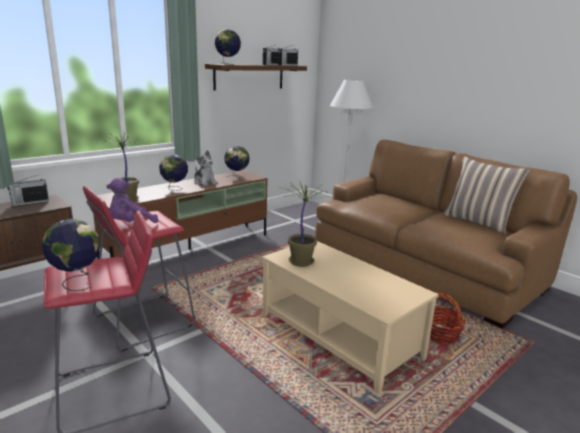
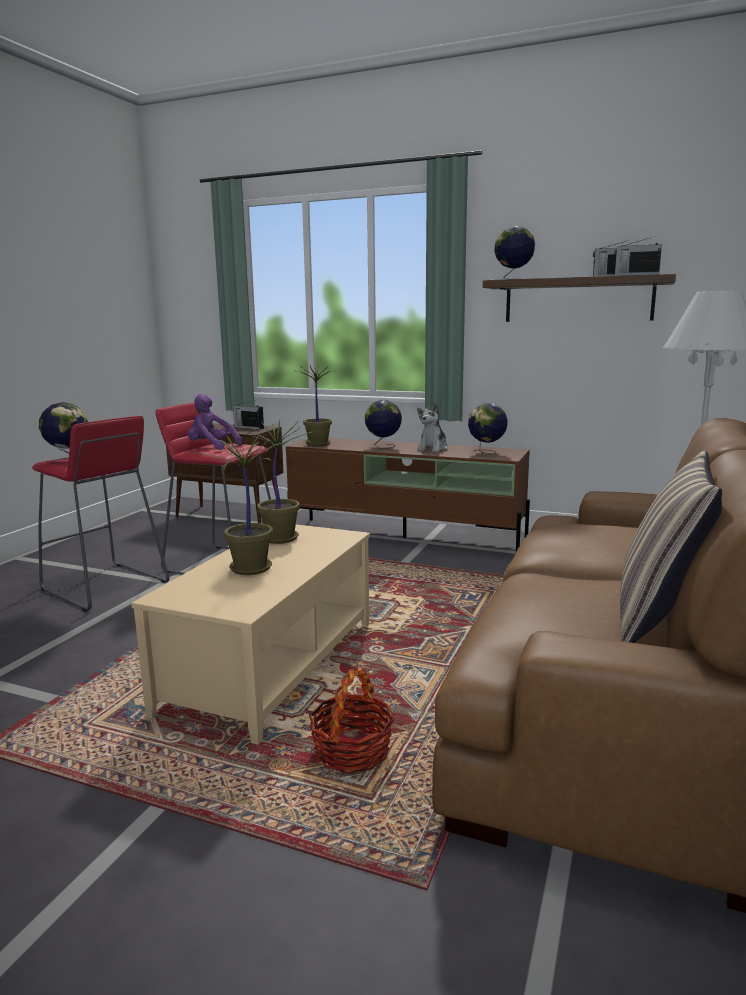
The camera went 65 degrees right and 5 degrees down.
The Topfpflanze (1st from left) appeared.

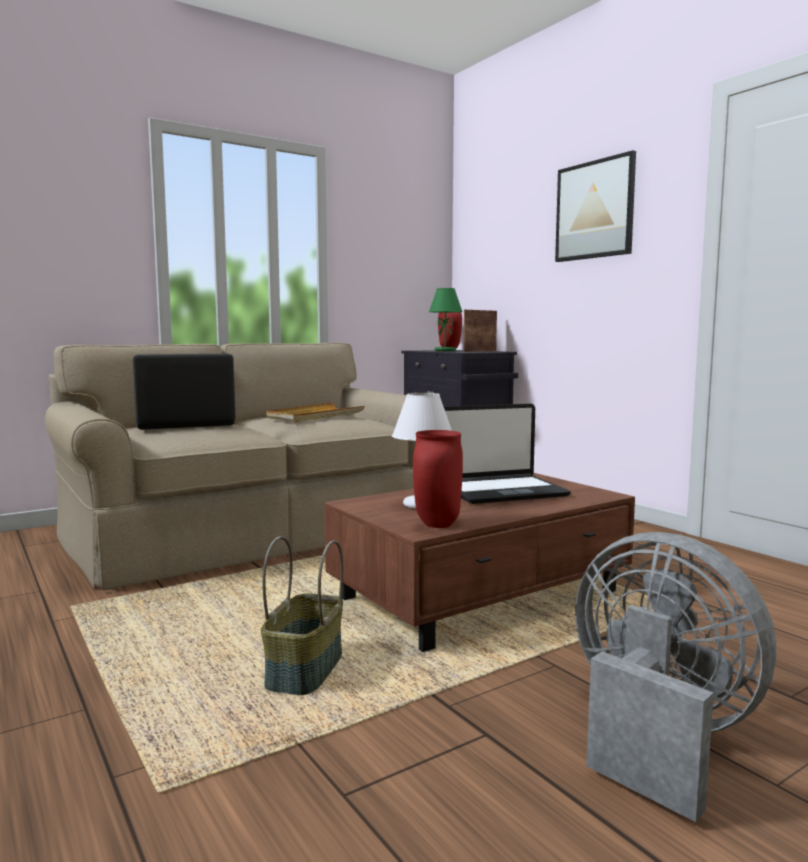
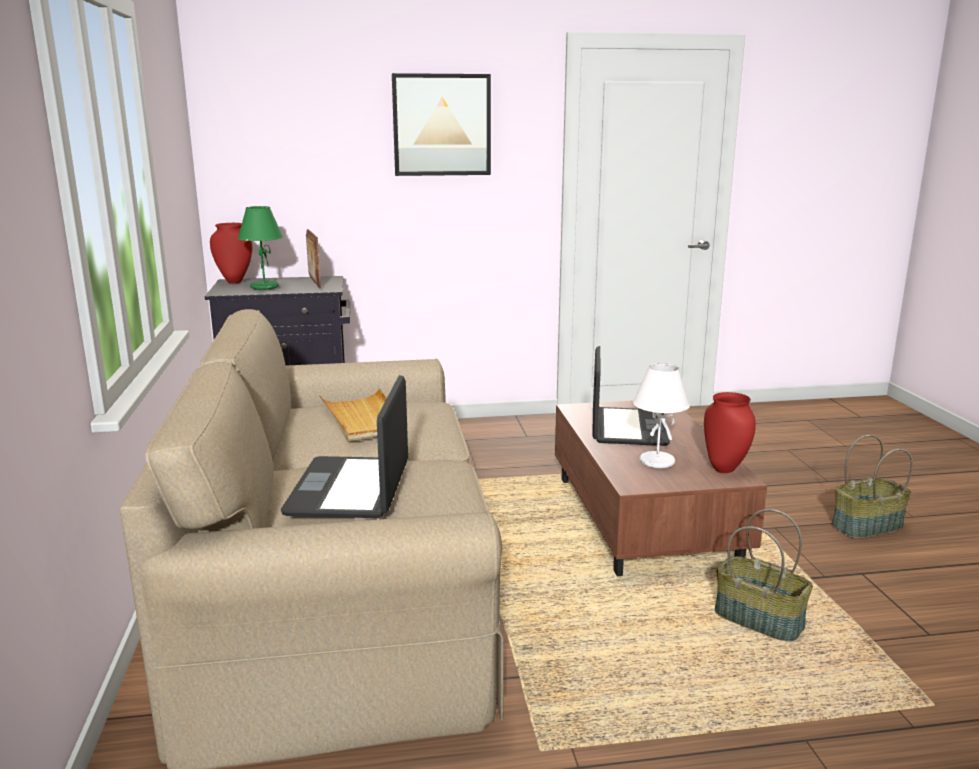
The camera went 65 degrees left and 10 degrees up.
The Ventilator [grau] was replaced by the Korb (2nd from left).

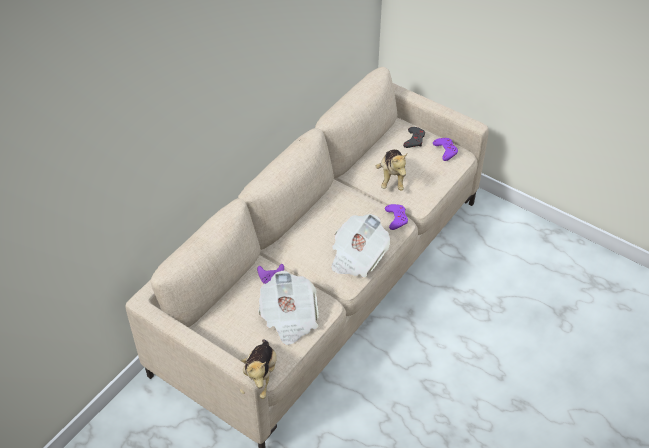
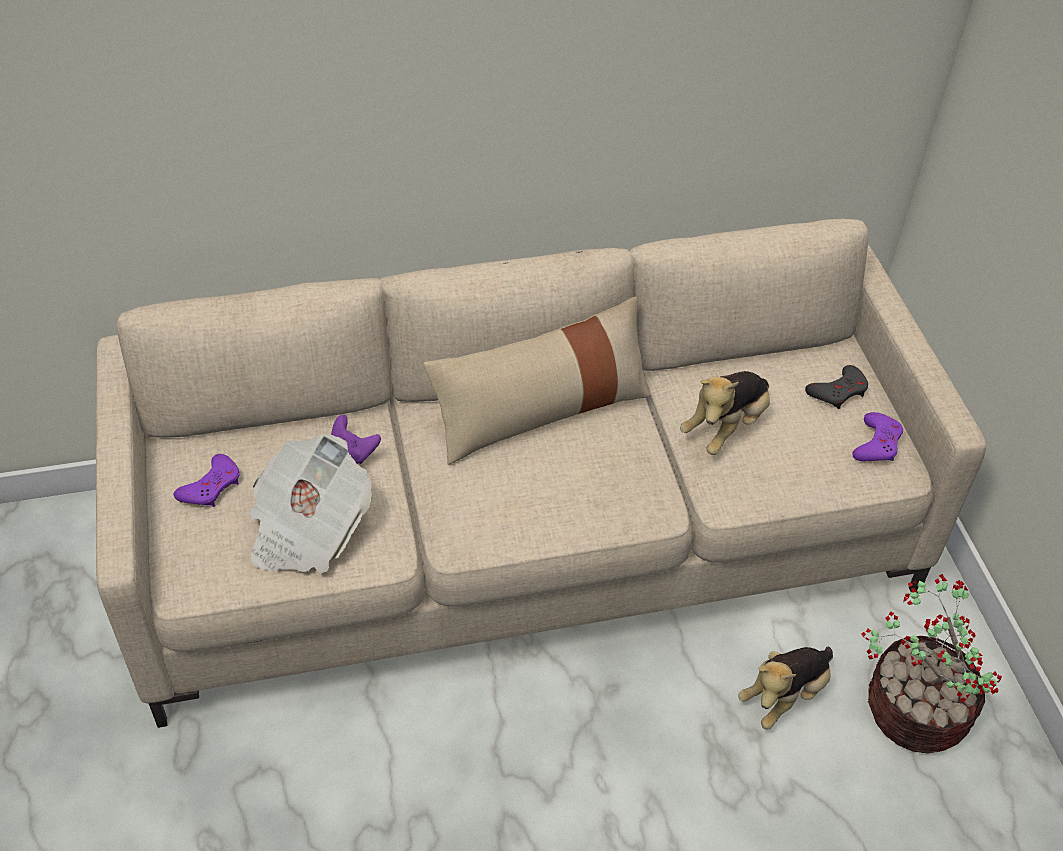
The camera went 40 degrees right and 0 degrees up.
The Gamepad [lila] (2nd from left in the first image) moved.
The Zeitung (2nd from left) disappeared.
The Plüschtier (1st from left in the first image) moved.
The Kissen [beige] appeared.
The Topfpflanze appeared.

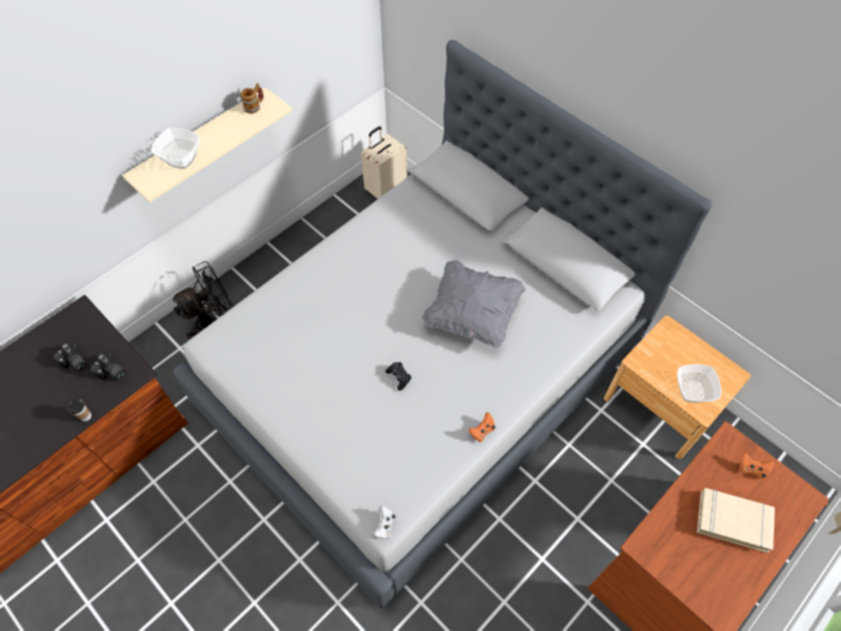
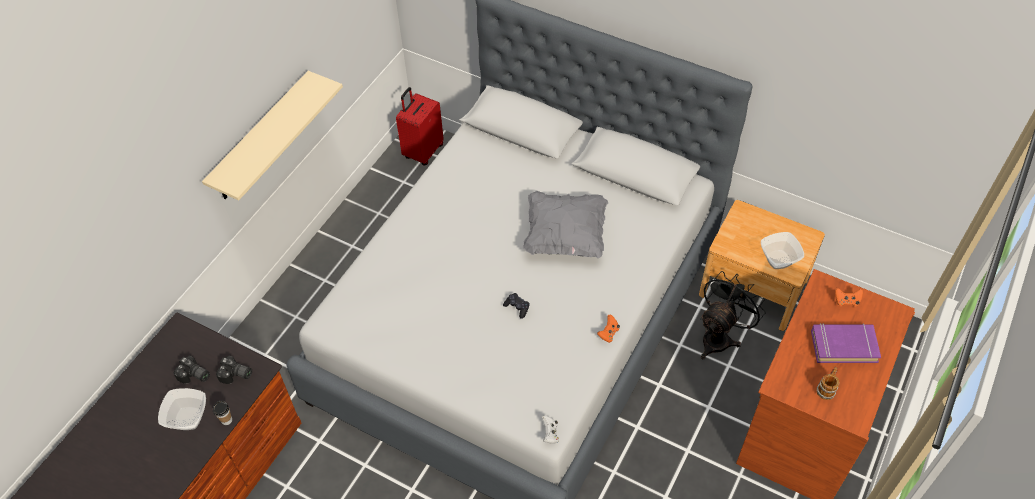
The camera went 15 degrees left and 5 degrees down.
The Henkelbecher moved.
The Koffer [beige] became the Koffer [rot].
The Schüssel (1st from left) moved.
The Ventilator [schwarz] moved.
The Buch [beige] became the Buch [lila].

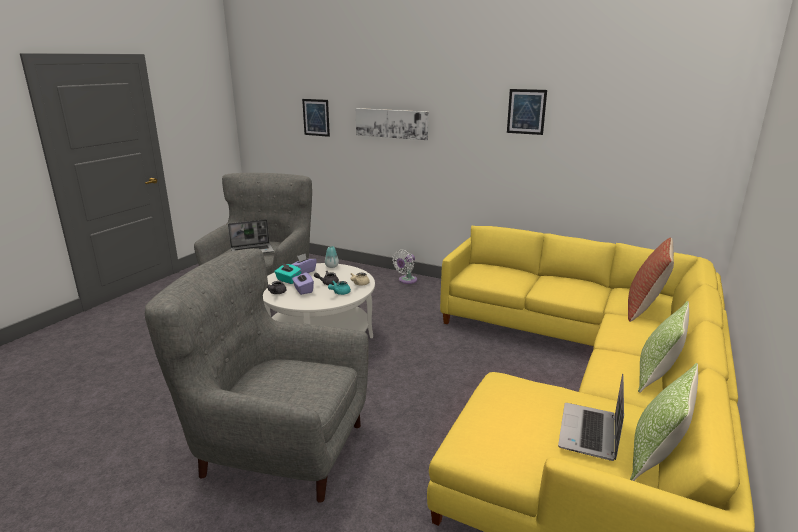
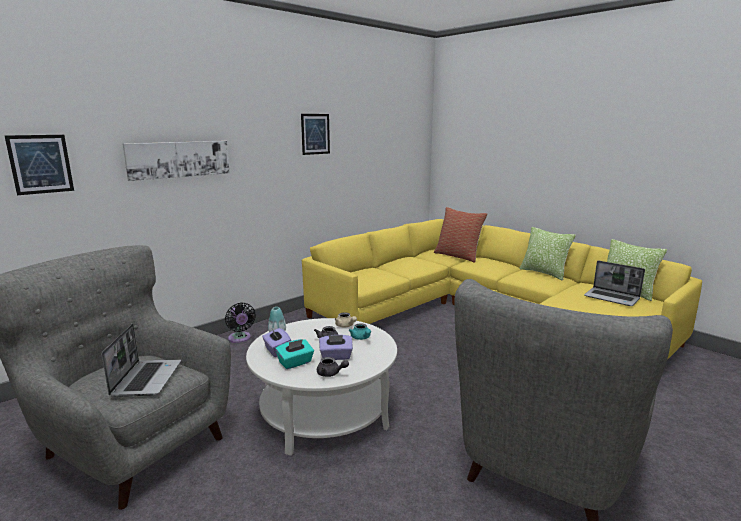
The camera went 70 degrees left and 5 degrees down.
The Ventilator [weiß] became the Ventilator [schwarz].

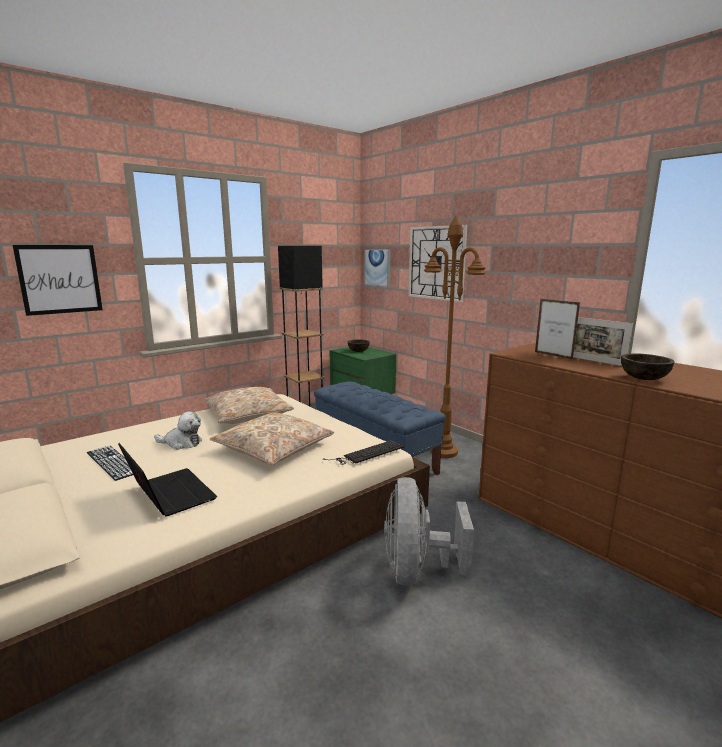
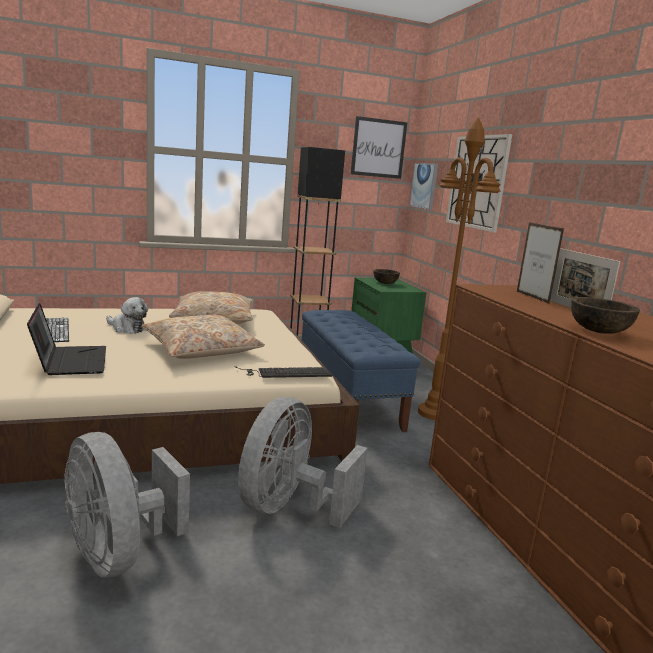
The camera went 20 degrees right and 0 degrees up.
The Bild (1st from left) moved.
The Ventilator [grau] (1st from left) appeared.

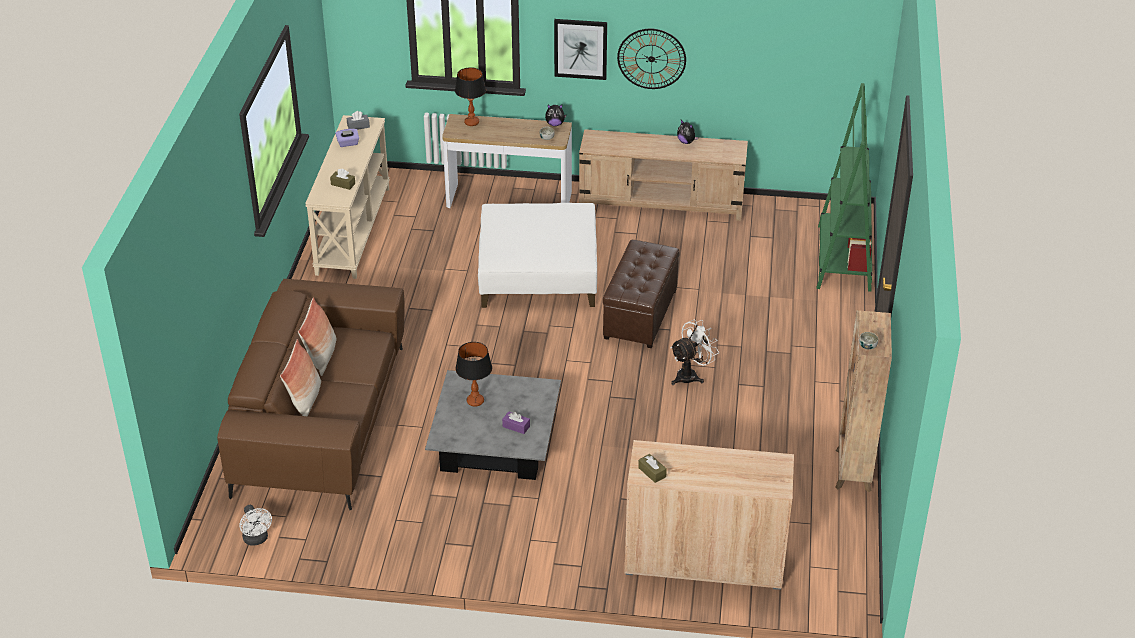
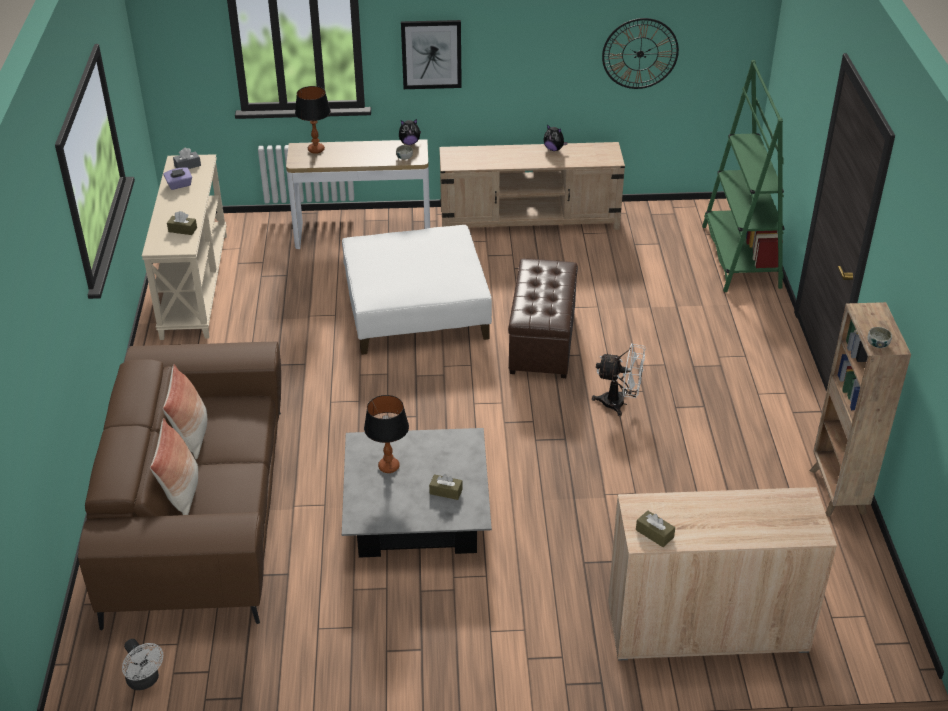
The camera went 10 degrees left and 0 degrees up.
The Wanduhr moved.
The Ventilator [weiß] (2nd from left) turned 60 degrees clockwise.
The Taschentuchbox [lila] (2nd from left) became the Taschentuchbox [braun] (2nd from left).

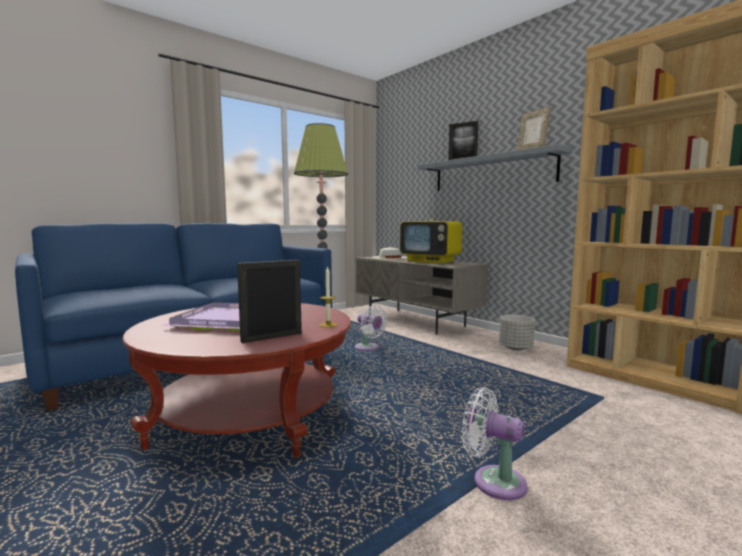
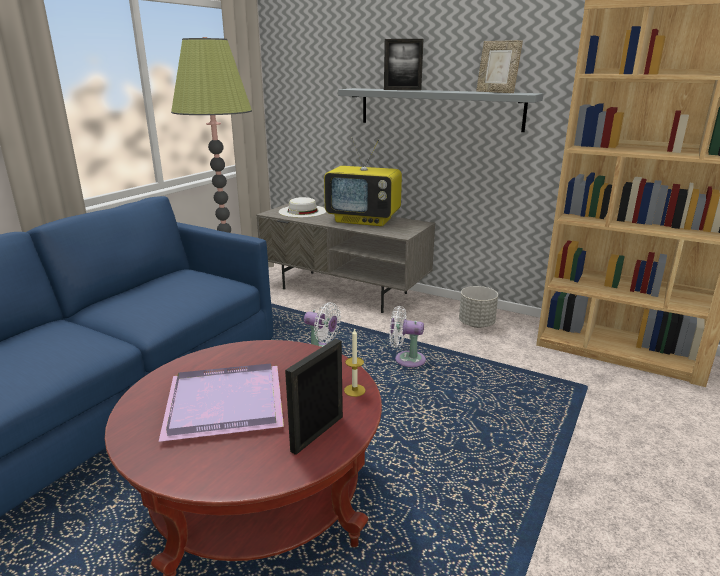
The camera went 20 degrees left and 15 degrees up.
The Ventilator [weiß] (2nd from left) moved.

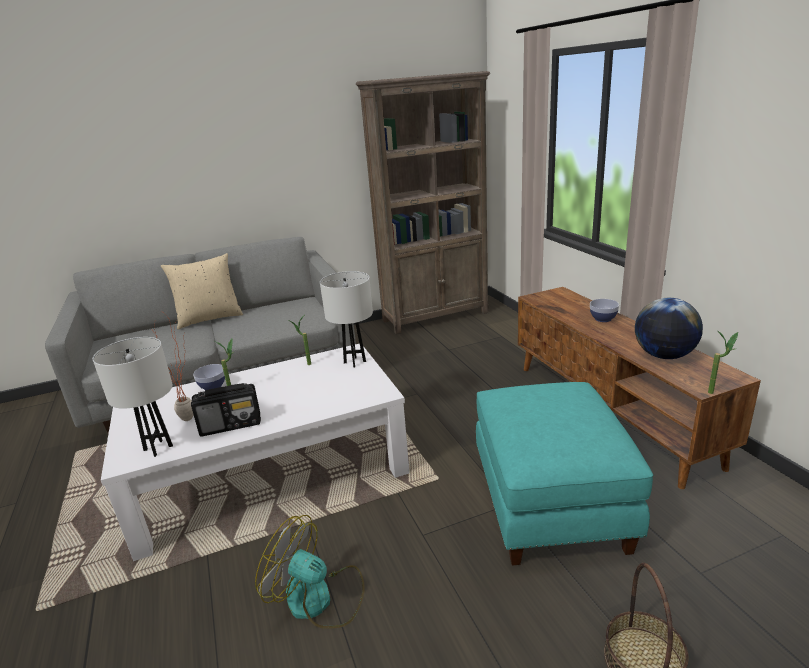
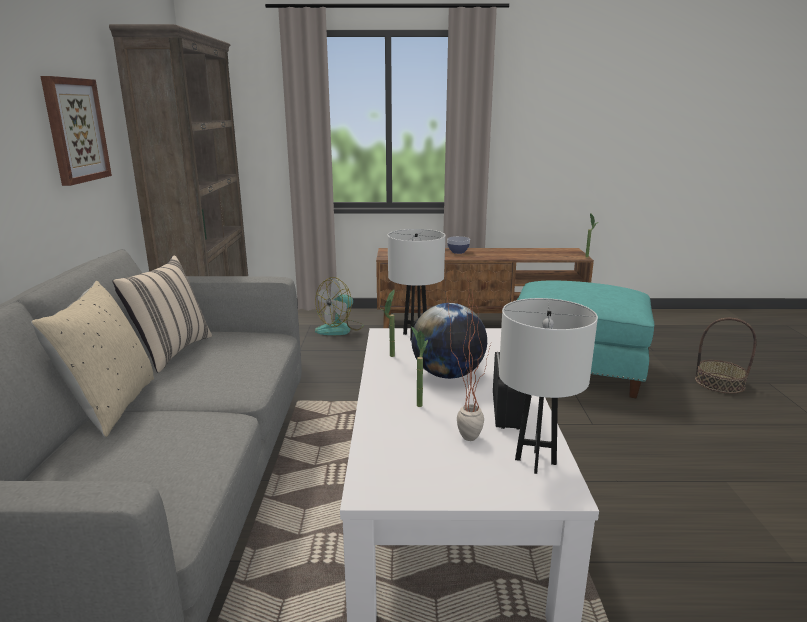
The camera went 70 degrees left and 5 degrees down.
The Globus moved.
The Schüssel (1st from left) disappeared.
The Ventilator moved.
The Bild appeared.
The Kissen [beige] (2nd from left) appeared.

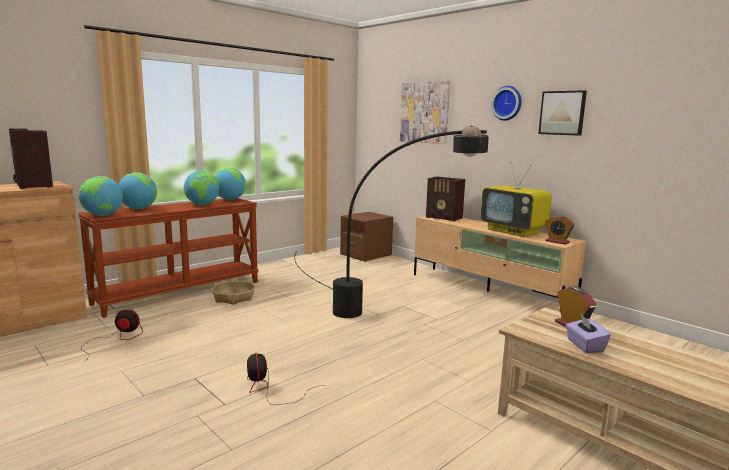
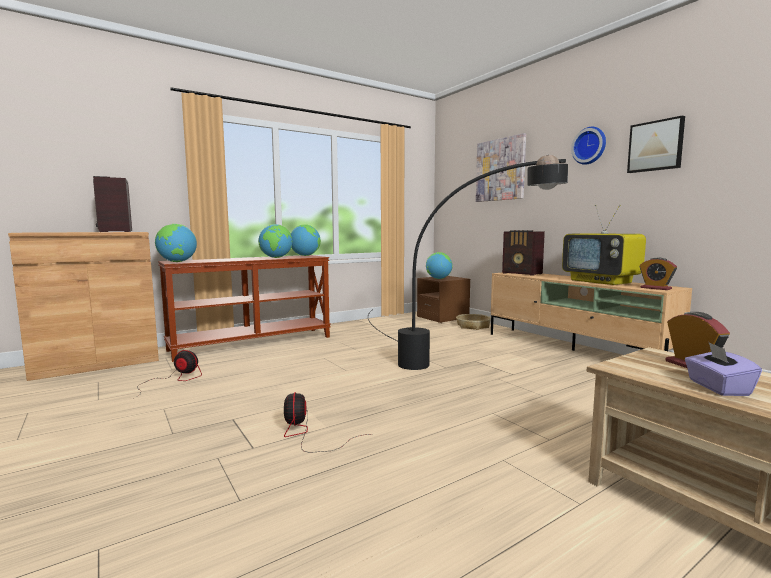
The camera went 10 degrees right and 5 degrees down.
The Globus (2nd from left in the first image) moved.
The Korb moved.

